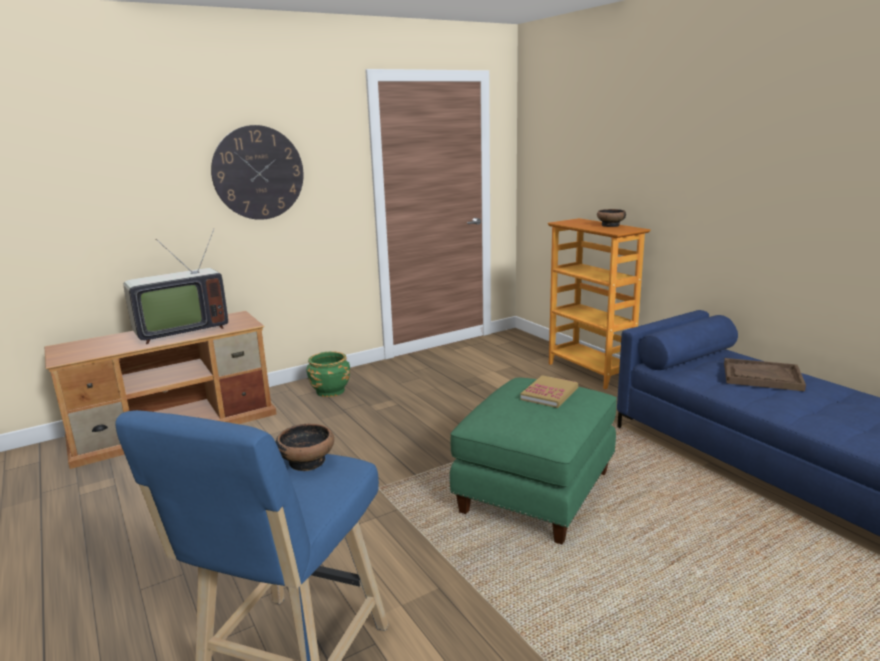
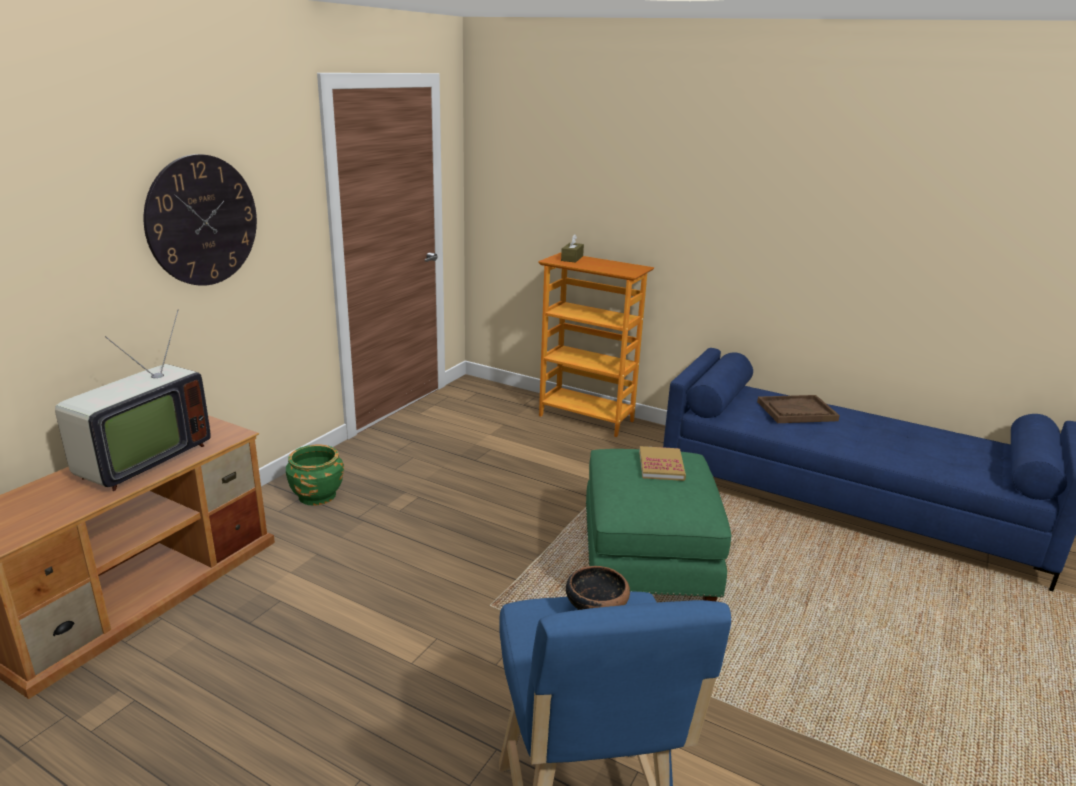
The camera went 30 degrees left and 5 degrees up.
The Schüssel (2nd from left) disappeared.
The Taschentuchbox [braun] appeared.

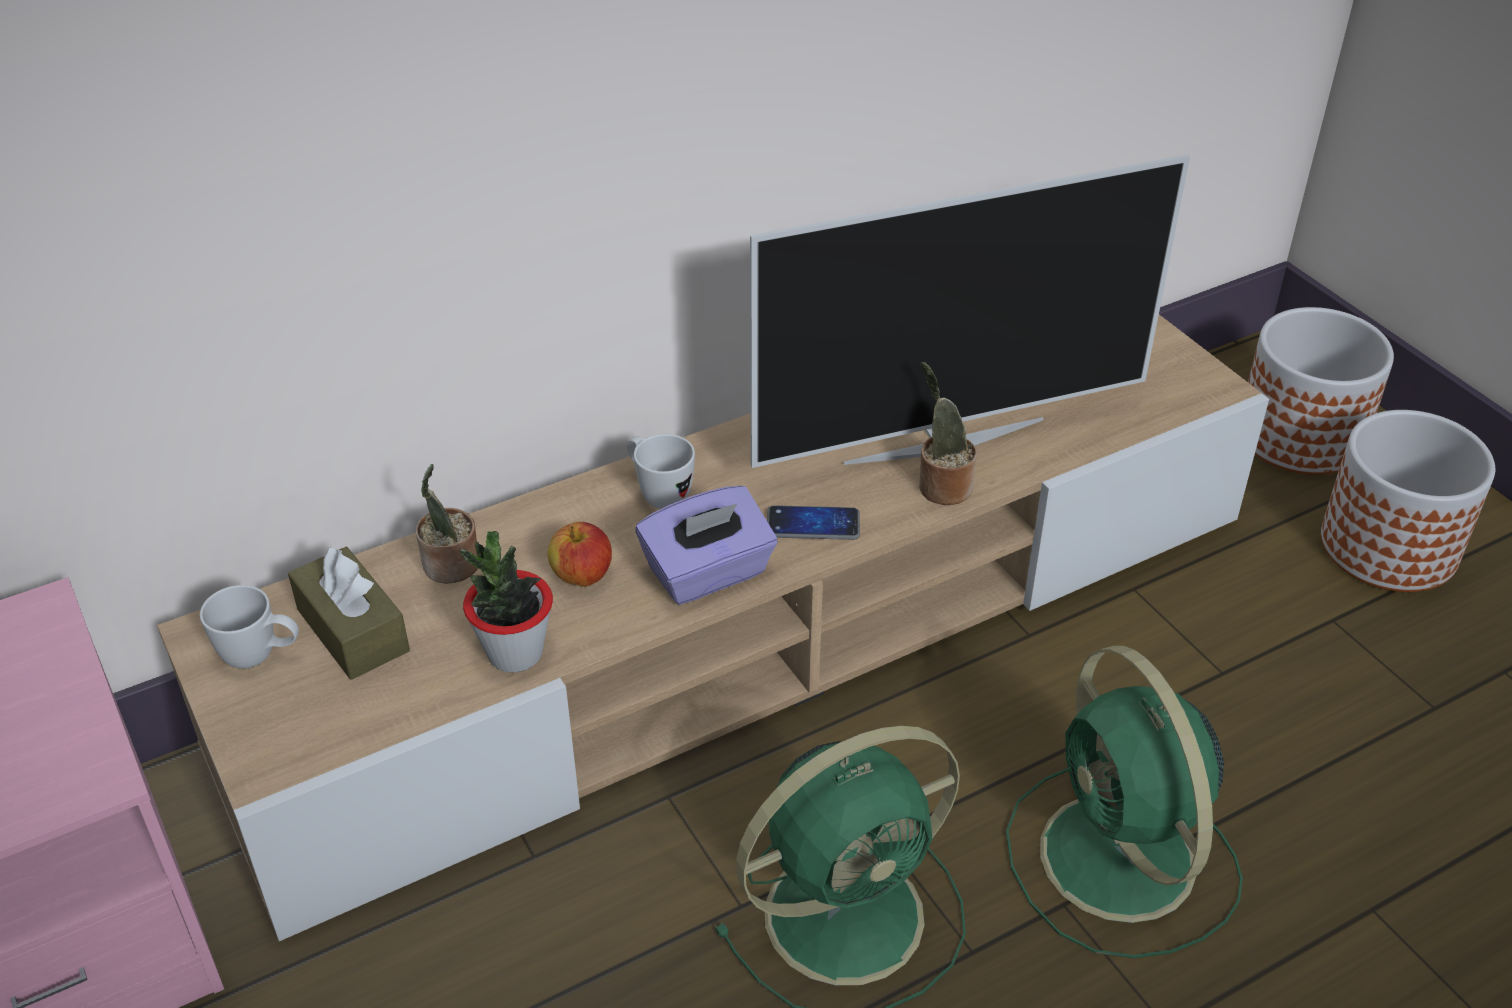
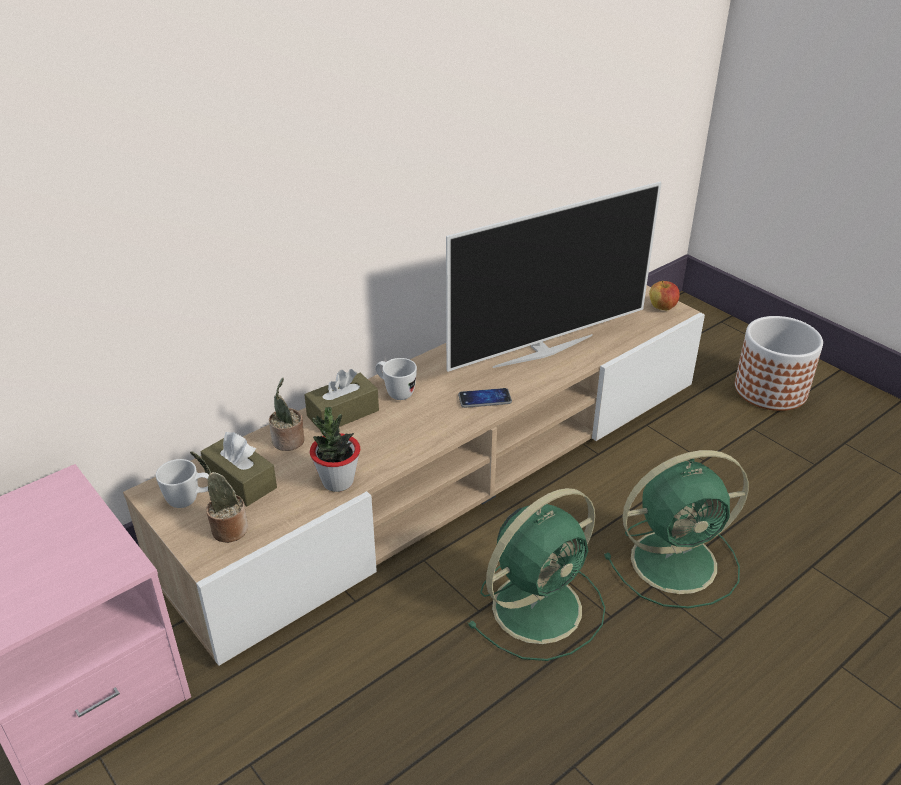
The camera went 10 degrees left and 5 degrees down.
The Pflanzkübel (1st from left) disappeared.
The Topfpflanze (3rd from left in the first image) moved.
The Taschentuchbox [lila] disappeared.
The Apfel moved.
The Ventilator [grün] (2nd from left) turned 75 degrees counterclockwise.
The Taschentuchbox [braun] (2nd from left) appeared.

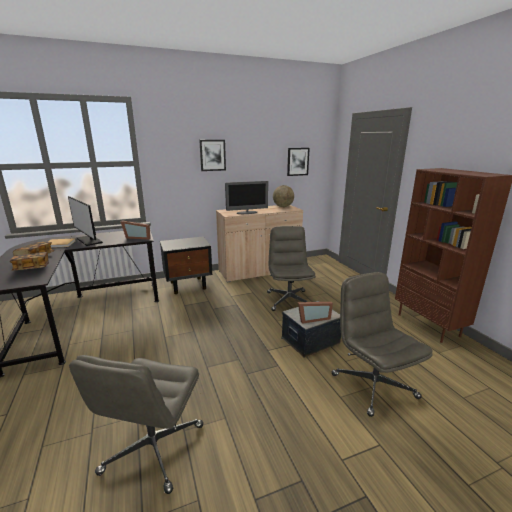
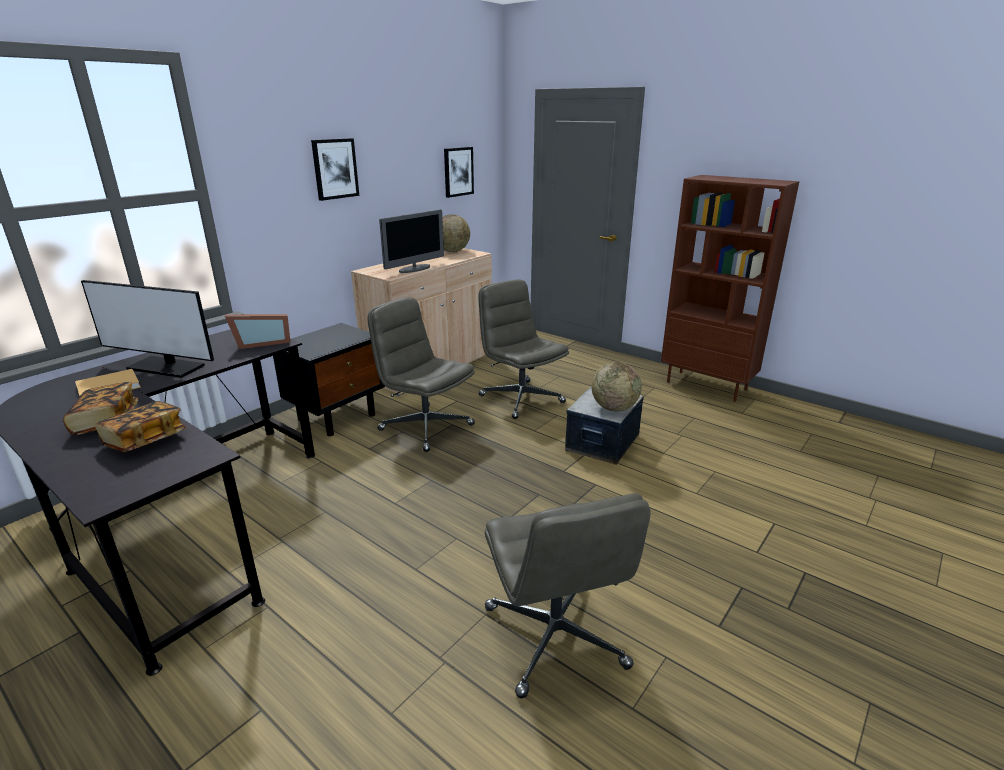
The camera went 30 degrees left and 5 degrees up.
The Bürostuhl [grau] (3rd from left in the first image) moved.
The Bilderrahmen (2nd from left) was replaced by the Globus (2nd from left).

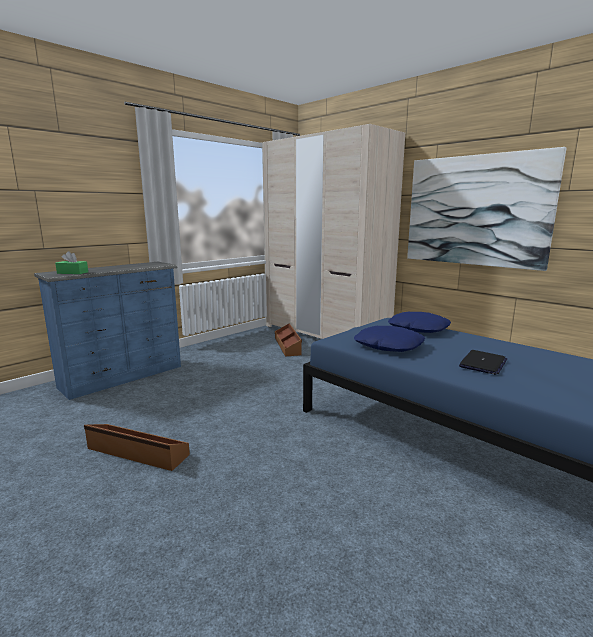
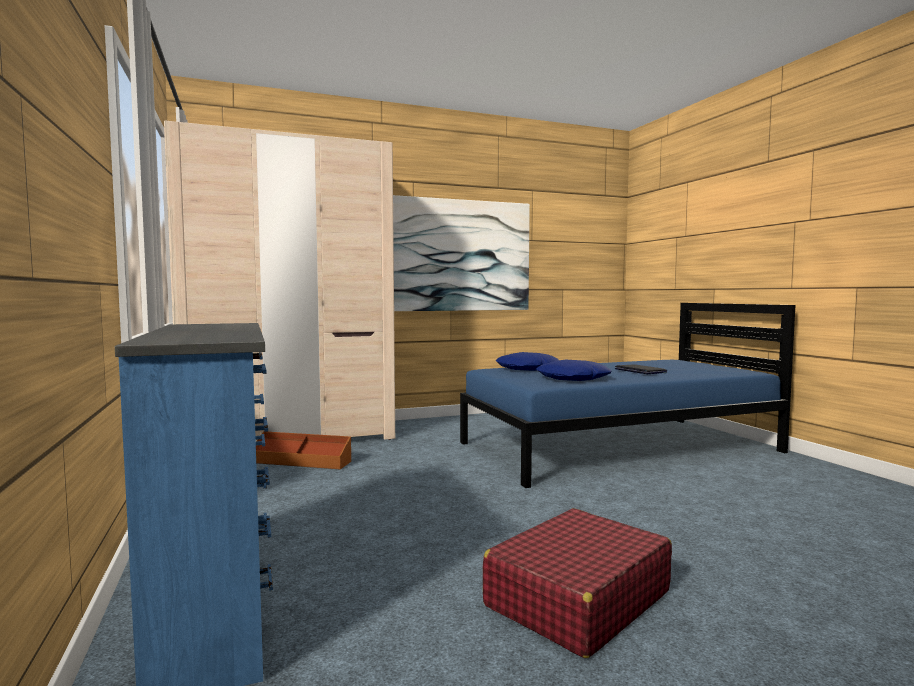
The camera went 65 degrees left and 10 degrees down.
The Taschentuchbox [grün] disappeared.
The Aufbewahrungsbox [braun] (1st from left) was replaced by the Koffer [rot].

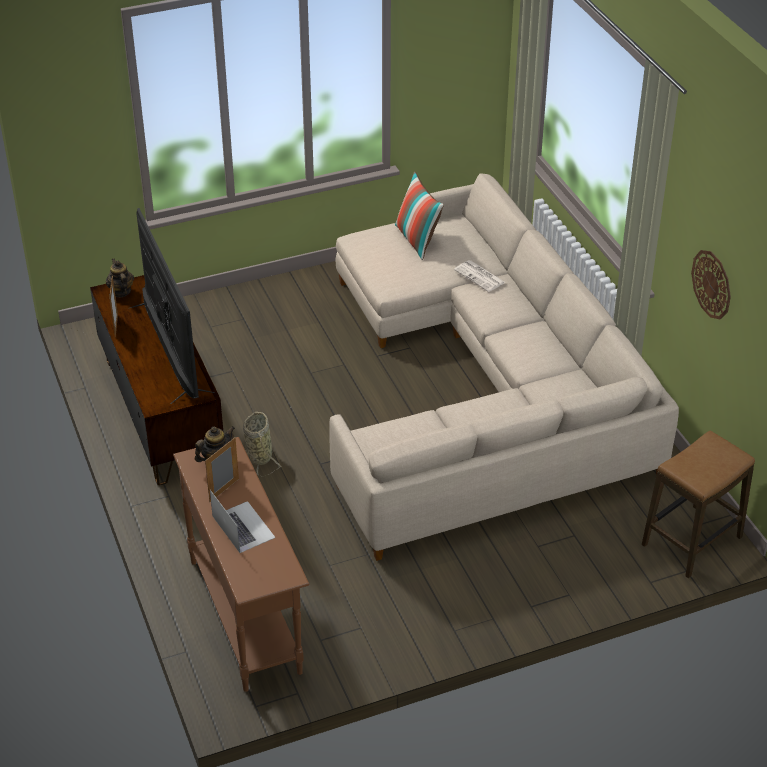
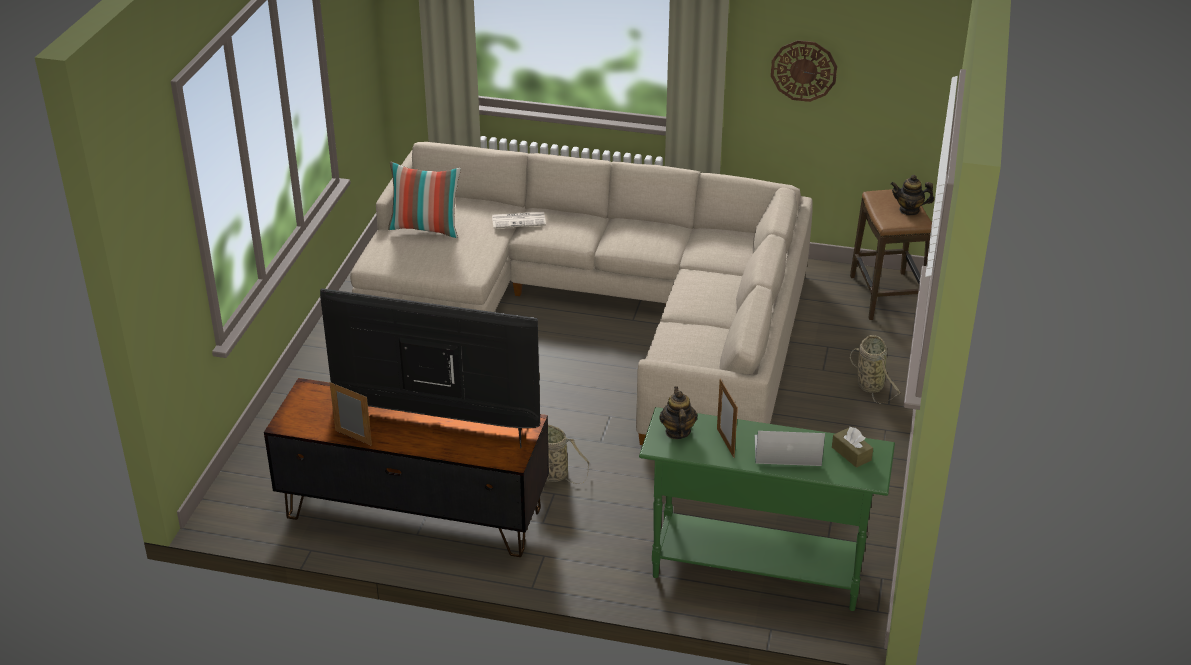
The camera went 55 degrees left and 5 degrees down.
The Teekanne (1st from left in the first image) moved.
The Konsolentisch [braun] became the Konsolentisch [grün].
The Korb (2nd from left) appeared.
The Taschentuchbox [braun] appeared.

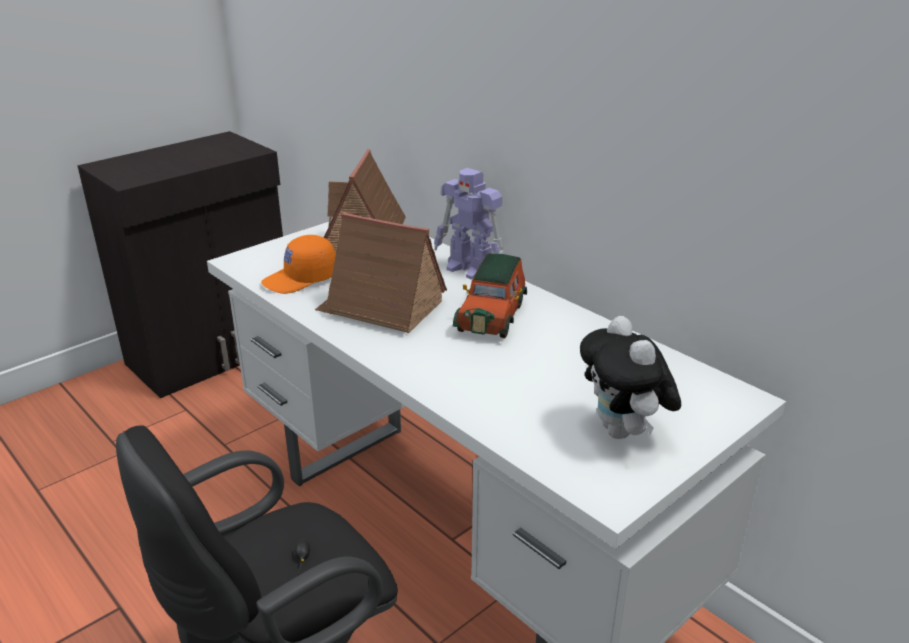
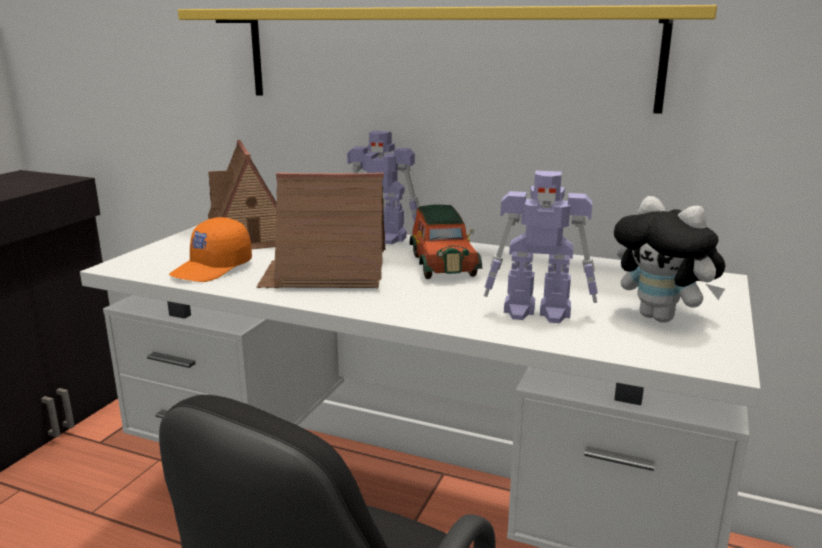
The camera went 25 degrees left and 10 degrees down.
The Wandregal [gelb] appeared.
The Spielzeugroboter (2nd from left) appeared.

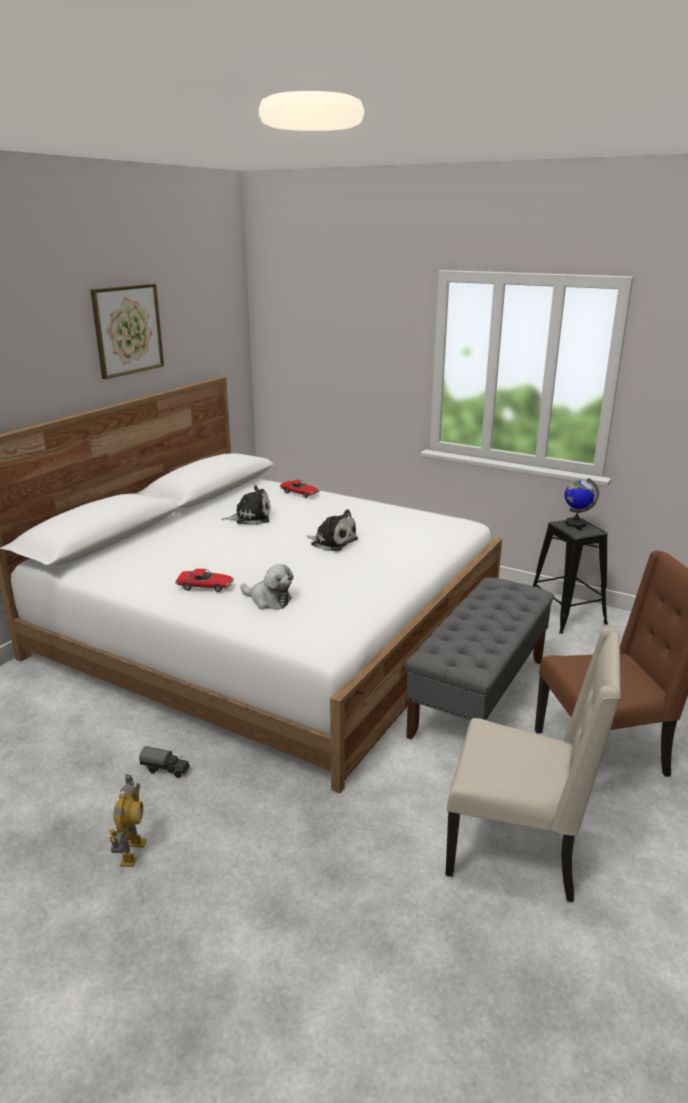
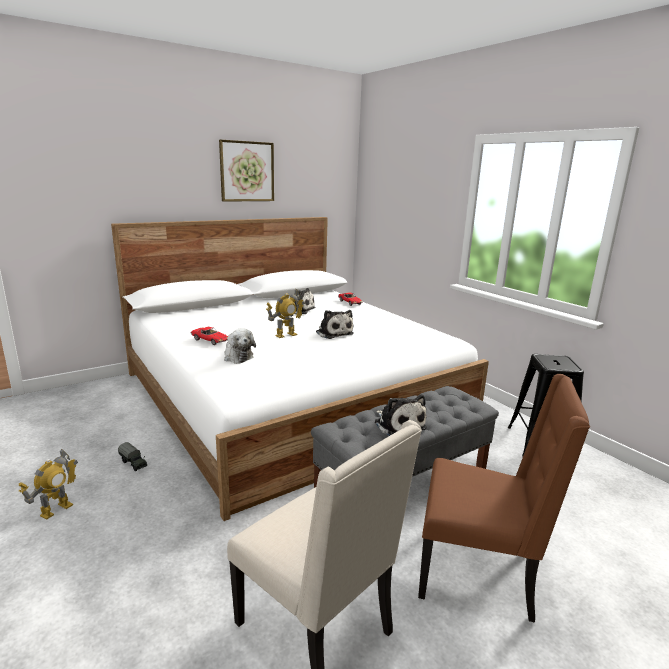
The camera went 25 degrees right and 5 degrees down.
The Globus disappeared.
The Spielzeugroboter (2nd from left) appeared.
The Plüschtier (4th from left) appeared.

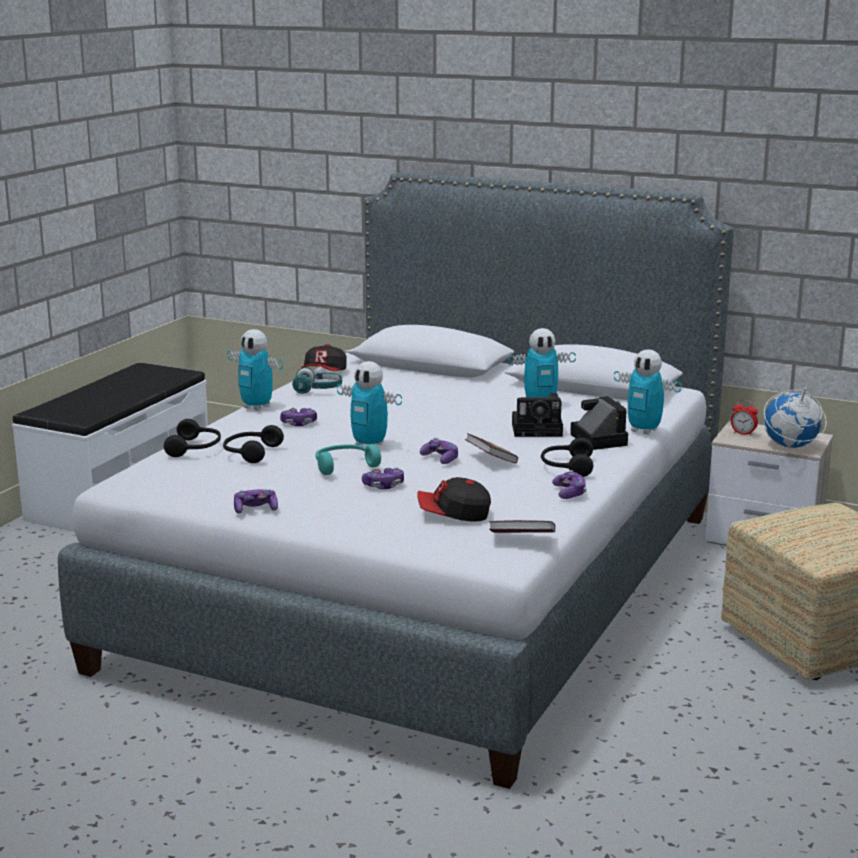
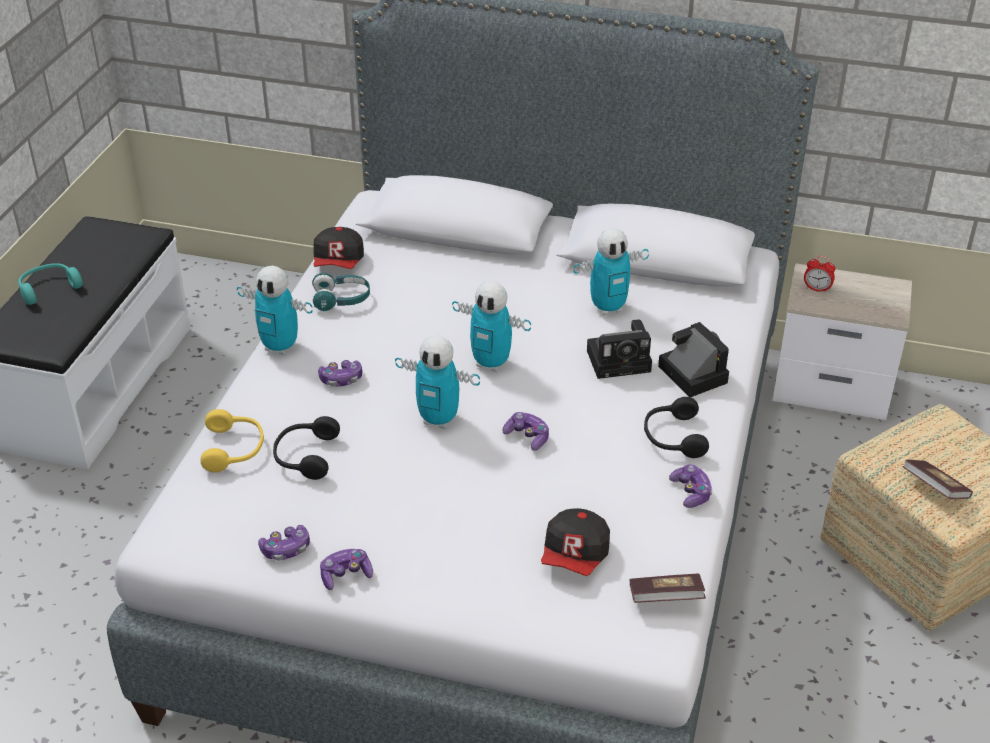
The camera went 10 degrees left and 20 degrees up.
The Spielzeugroboter (4th from left in the first image) moved.
The Globus disappeared.
The Kopfhörer [schwarz] (1st from left) became the Kopfhörer [gelb].
The Buch (1st from left in the first image) moved.
The Kopfhörer [türkis] (2nd from left in the first image) moved.
The Gamepad (3rd from left in the first image) moved.
The Kappe (2nd from left) turned 60 degrees counterclockwise.

